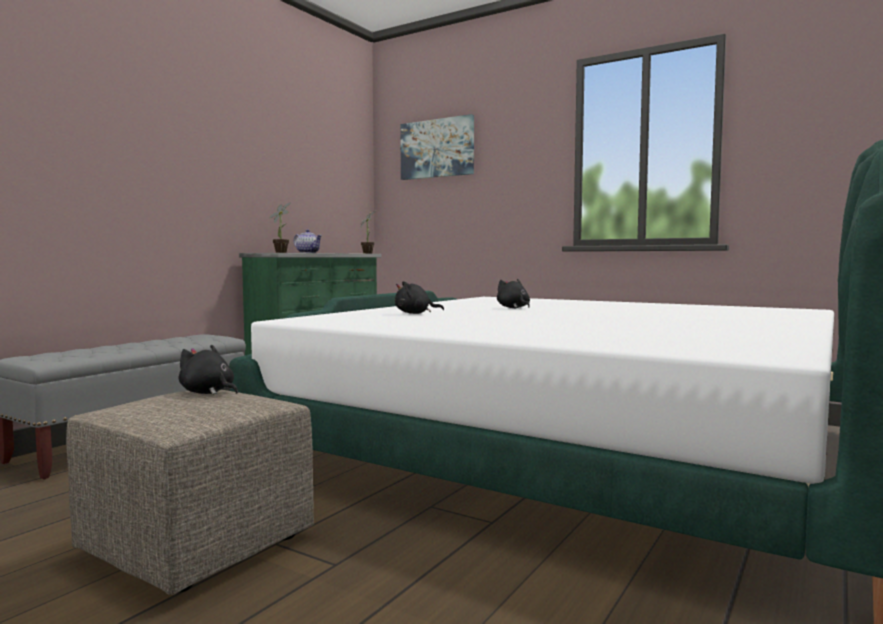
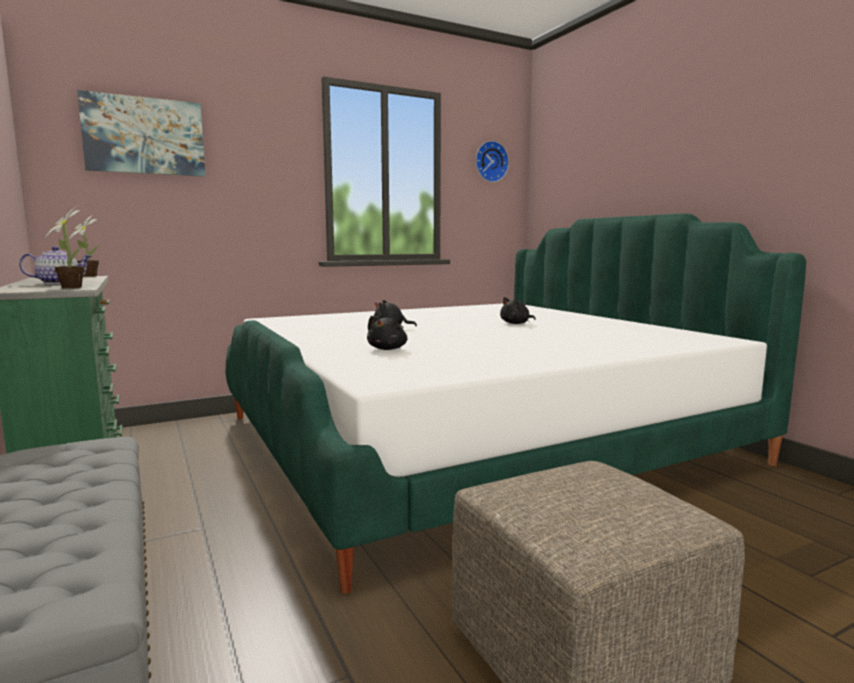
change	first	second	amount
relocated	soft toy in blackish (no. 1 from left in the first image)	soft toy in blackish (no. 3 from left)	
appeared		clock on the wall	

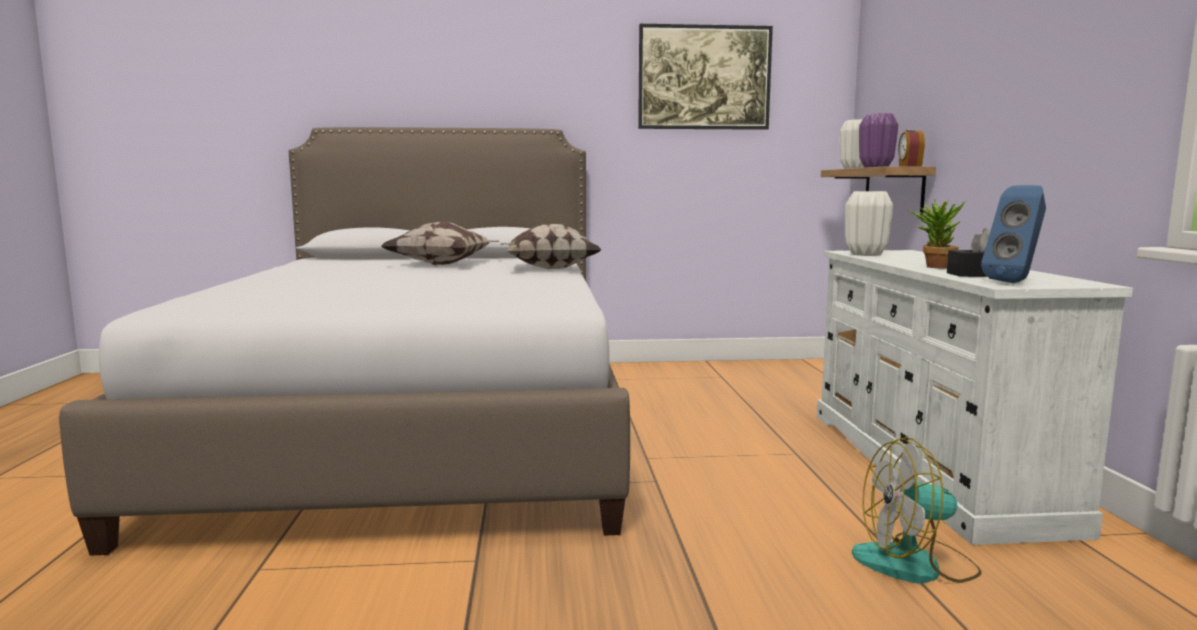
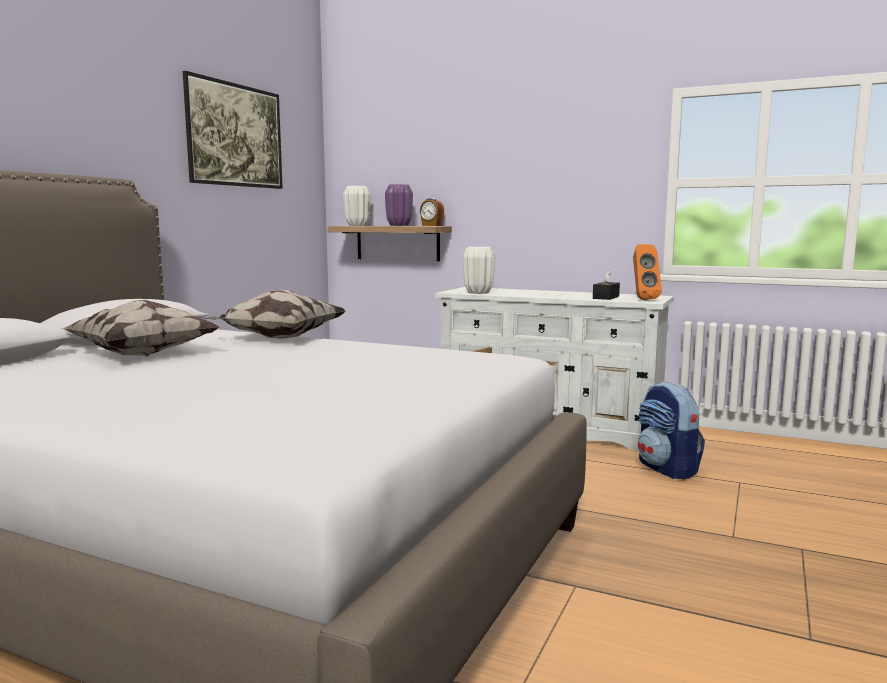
change	first	second	amount
colour	audio speaker in blue	audio speaker in orangey	
missing	houseplant		
exchanged	electric fan	knapsack	

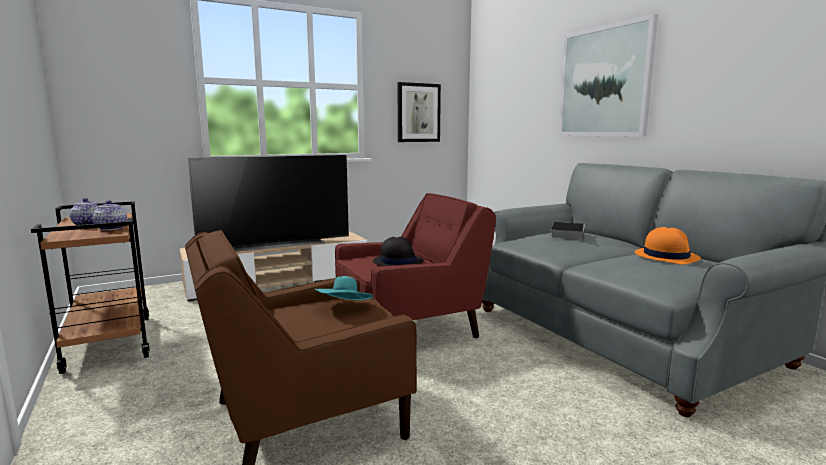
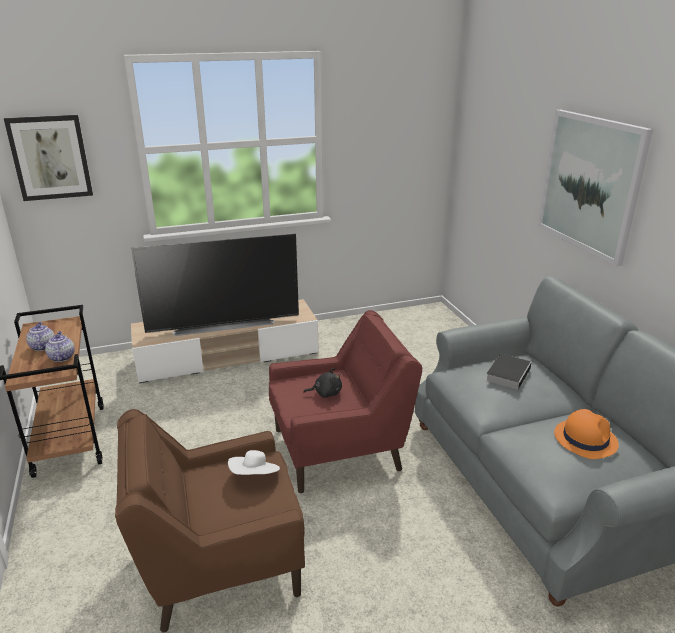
change	first	second	amount
relocated	picture (no. 1 from left)		
exchanged	wearable hat in blackish	soft toy in blackish	
colour	wearable hat in turquoise-coloured	wearable hat in white-coloured	

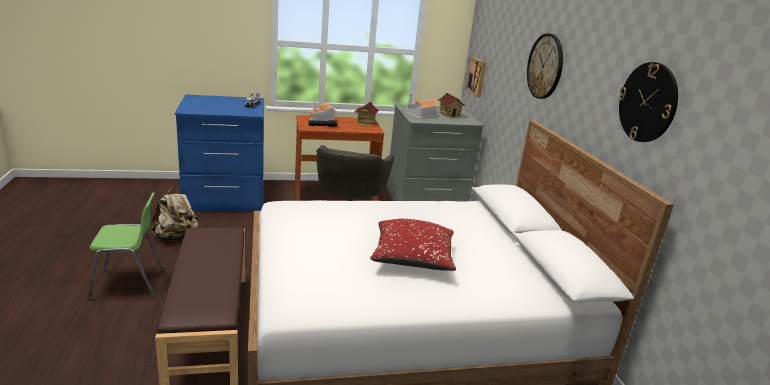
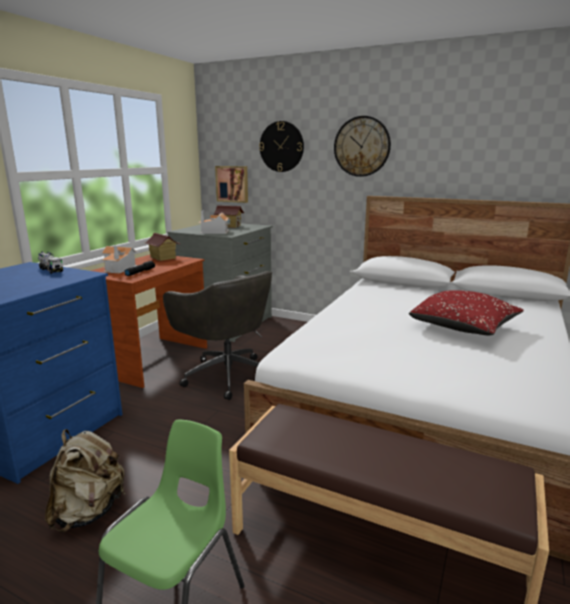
change	first	second	amount
relocated	clock on the wall (no. 2 from left in the first image)	clock on the wall (no. 1 from left)	

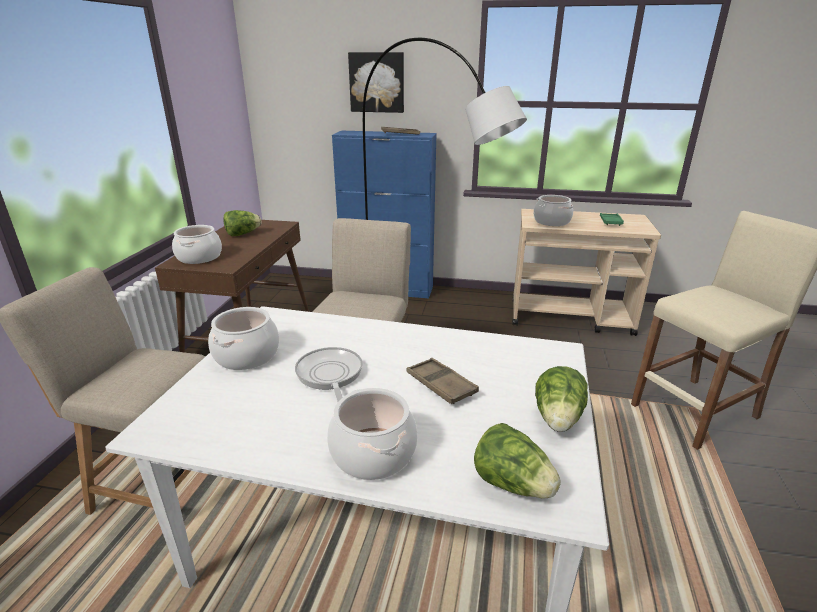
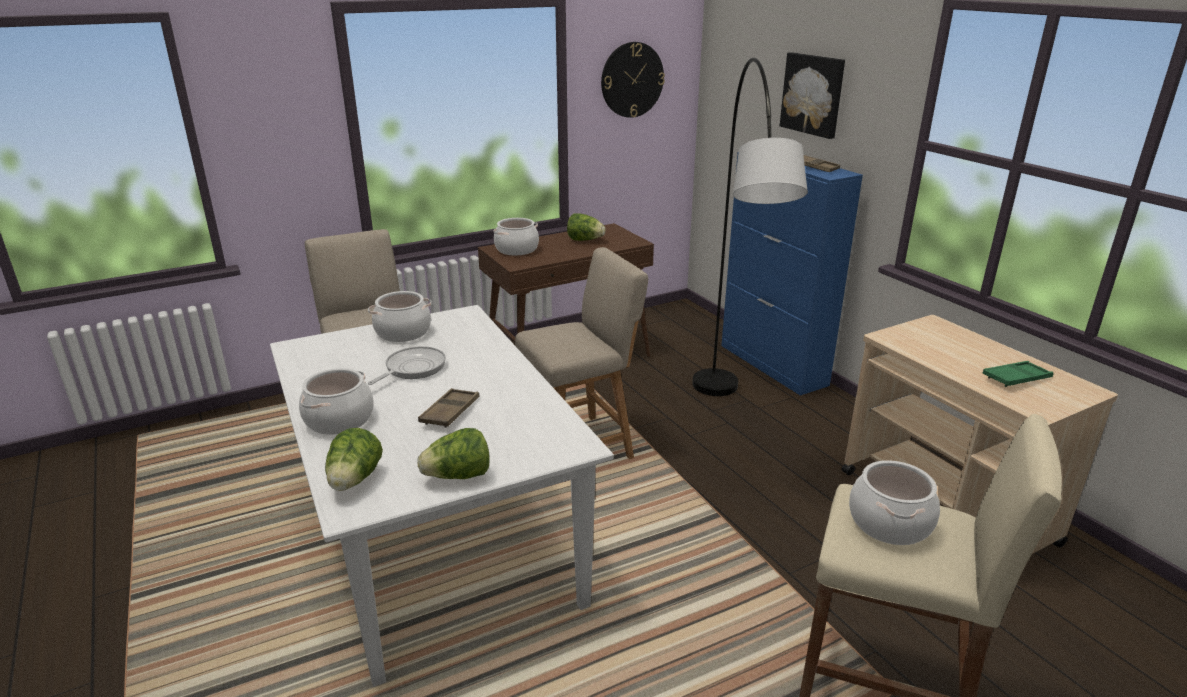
change	first	second	amount
relocated	saucepot (no. 4 from left)		
appeared		clock on the wall	

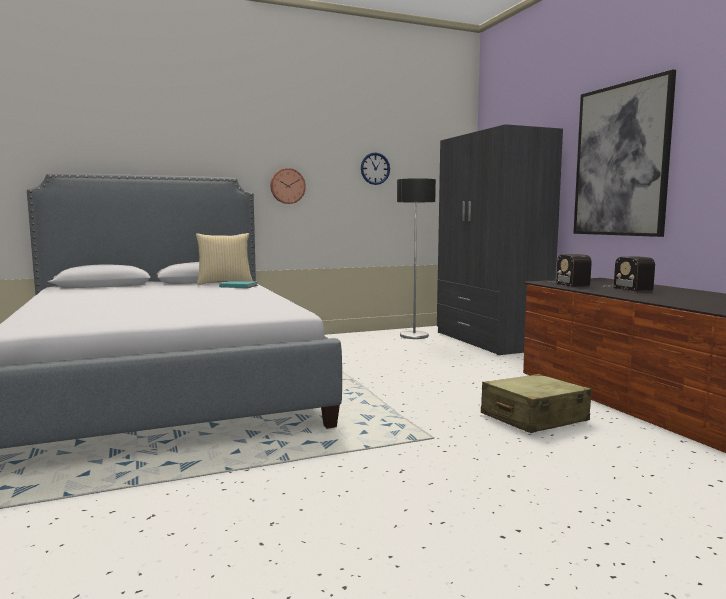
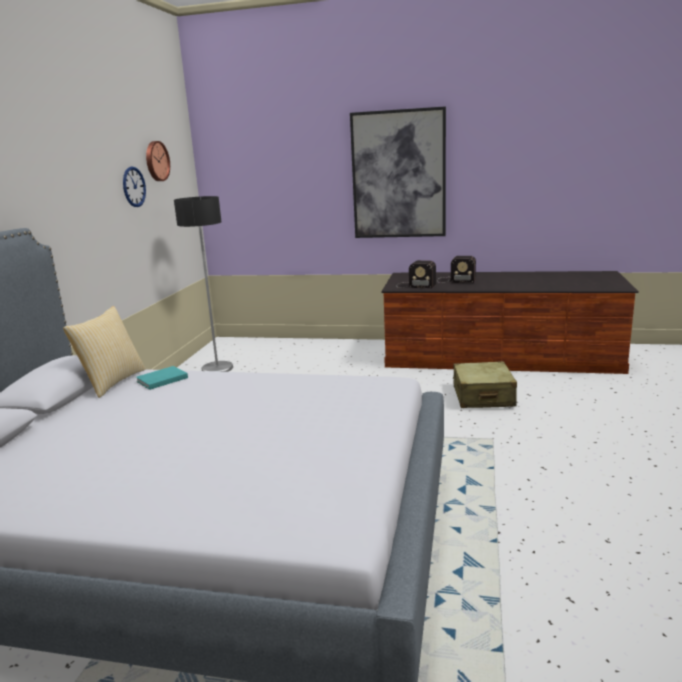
change	first	second	amount
missing	armoire in greyish		
relocated	clock on the wall (no. 1 from left in the first image)	clock on the wall (no. 2 from left)	

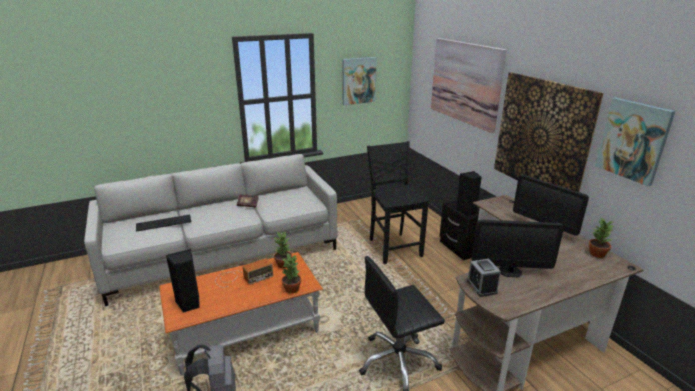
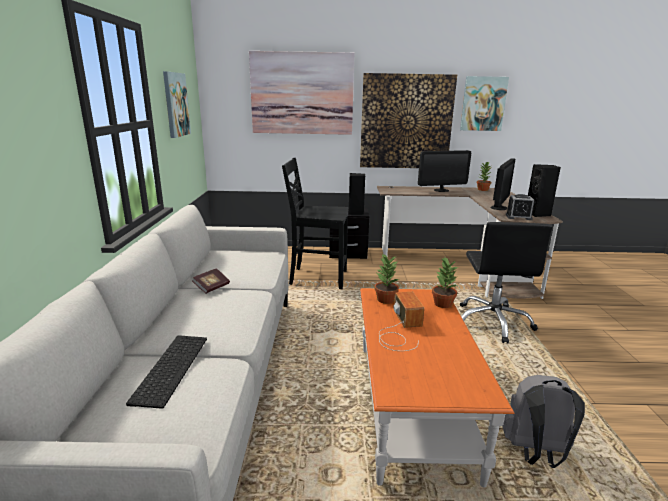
change	first	second	amount
relocated	audio speaker in blackish (no. 1 from left in the first image)	audio speaker in blackish (no. 2 from left)	

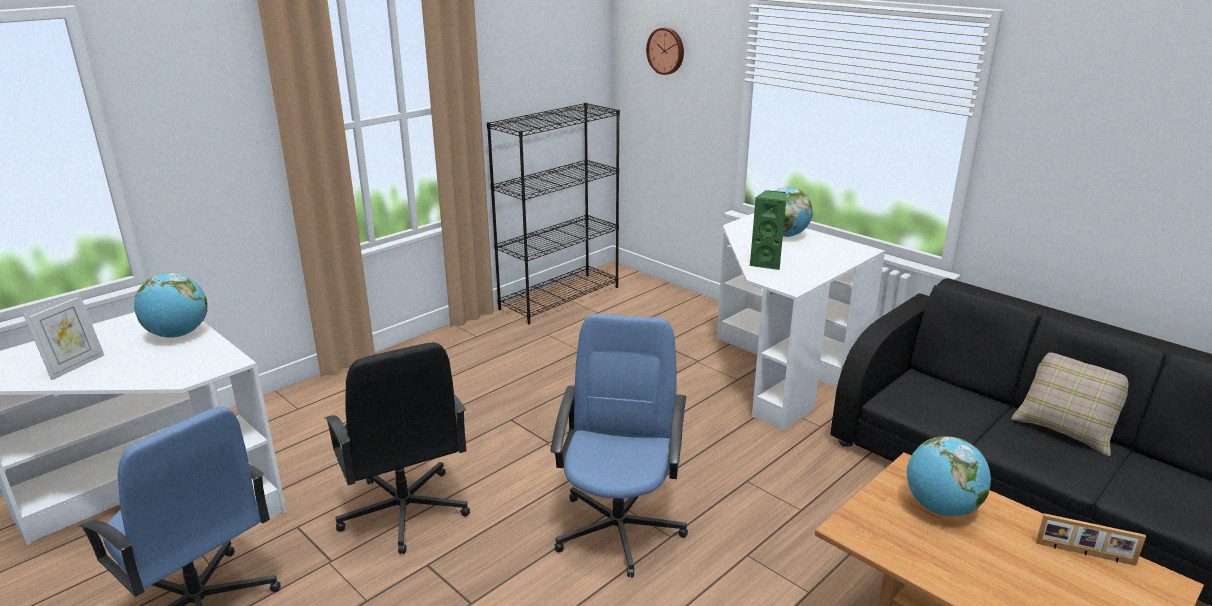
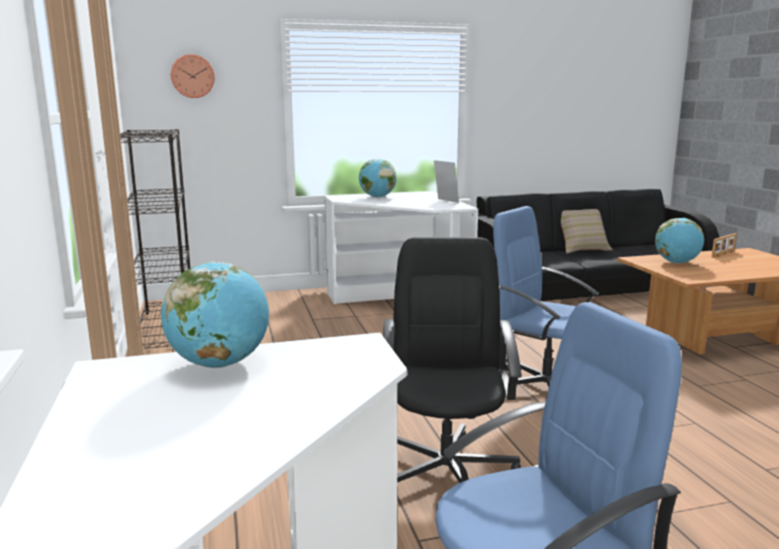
change	first	second	amount
missing	audio speaker in green		
relocated	standing frame (no. 1 from left)		
spun	desk chair in blackish		90 degrees counterclockwise

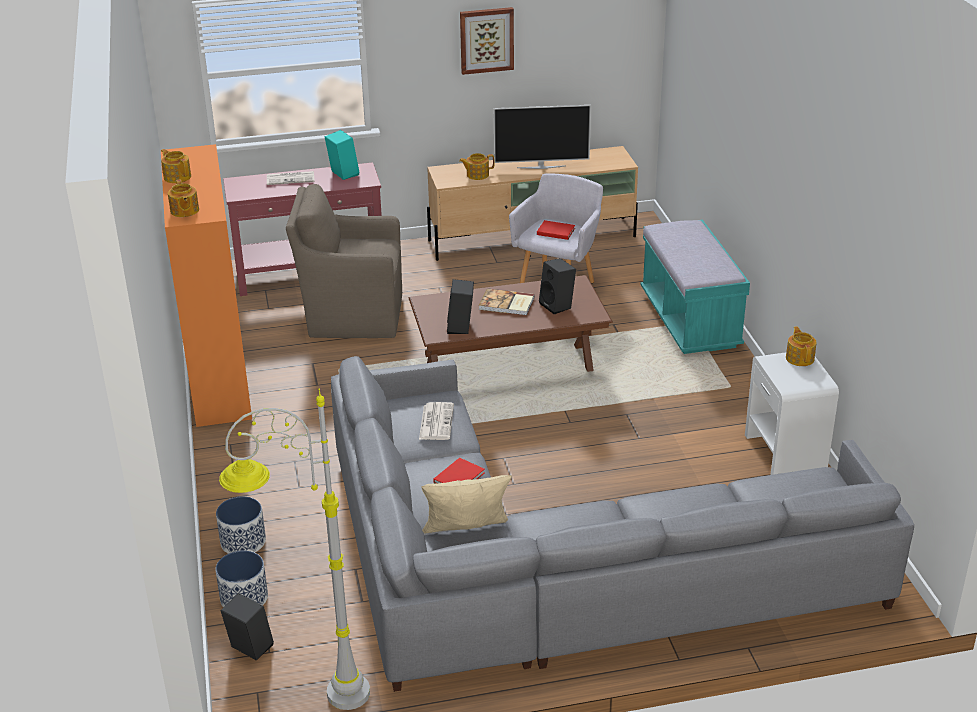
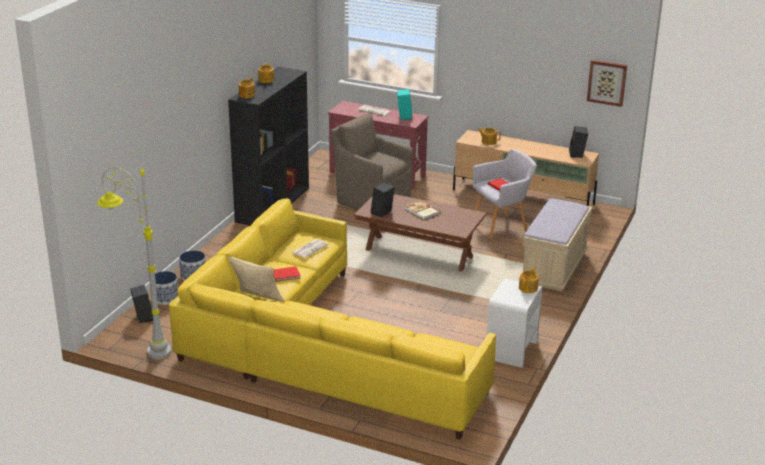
change	first	second	amount
relocated	picture		
missing	TV set		
colour	bookcase in orangey	bookcase in blackish	
colour	bench in turquoise-coloured	bench in beige-coloured	
relocated	audio speaker in blackish (no. 3 from left)		
colour	sofa in greyish	sofa in yellowish	

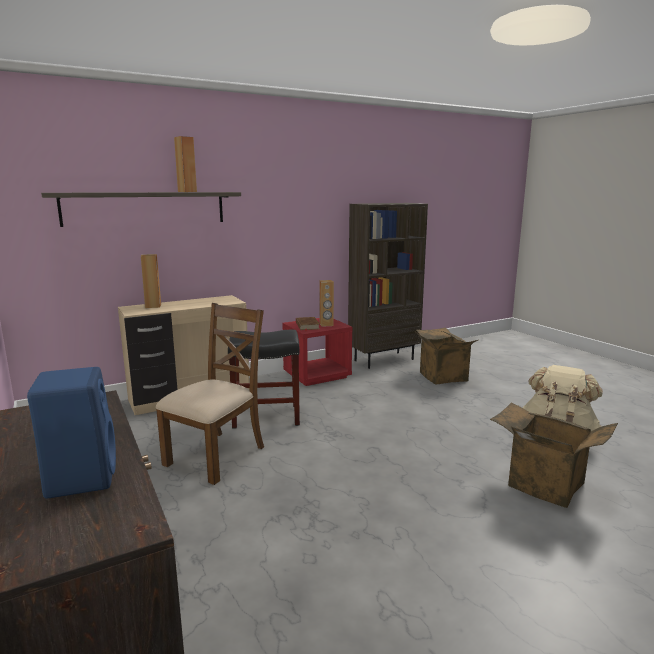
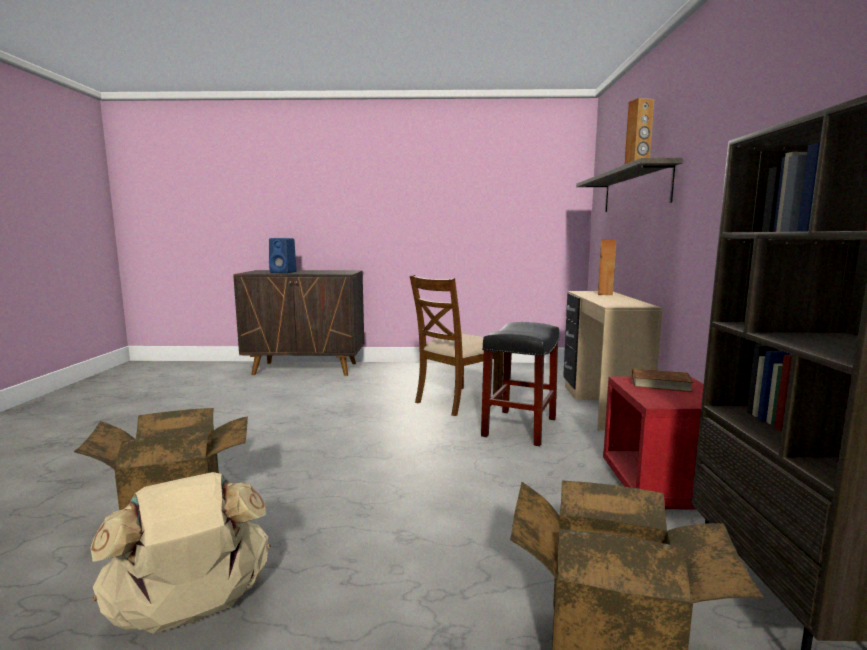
change	first	second	amount
missing	audio speaker in brownish (no. 3 from left)		
spun	plain chair in brownish		75 degrees clockwise

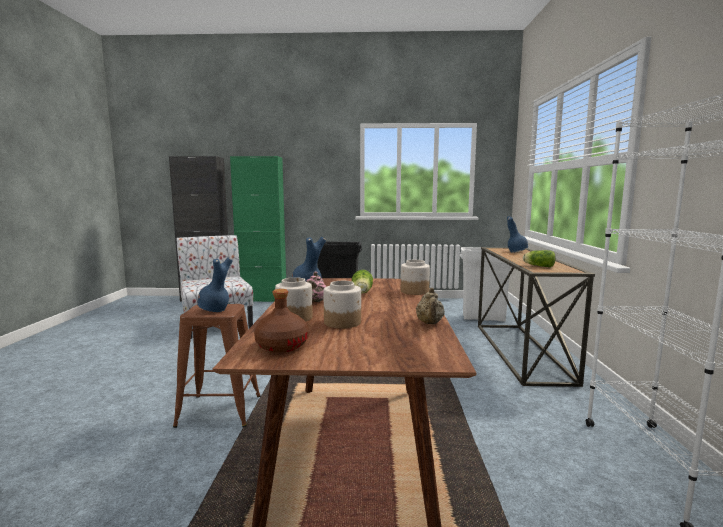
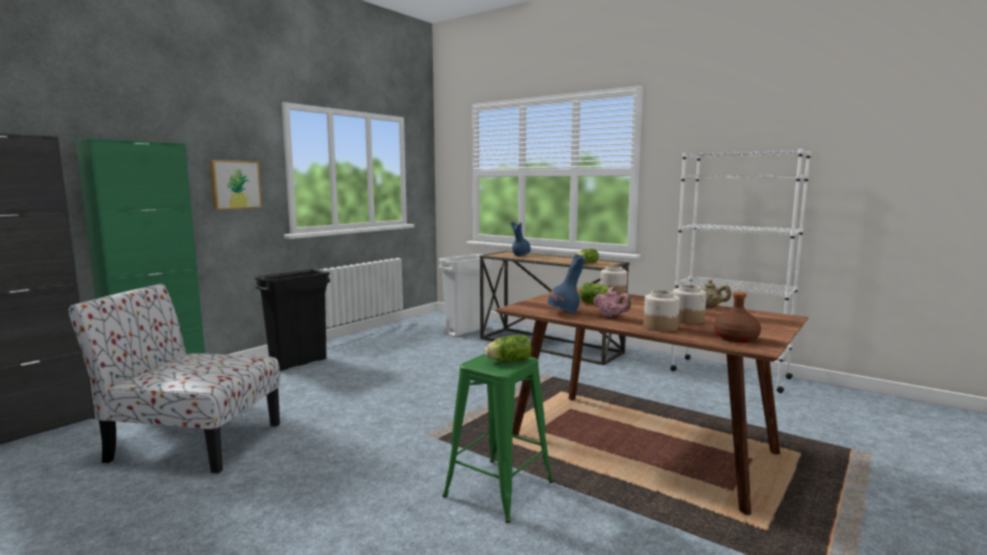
change	first	second	amount
exchanged	decorative vase in blue (no. 1 from left)	head of lettuce (no. 1 from left)	
colour	stool in brownish	stool in green	
appeared		picture	

